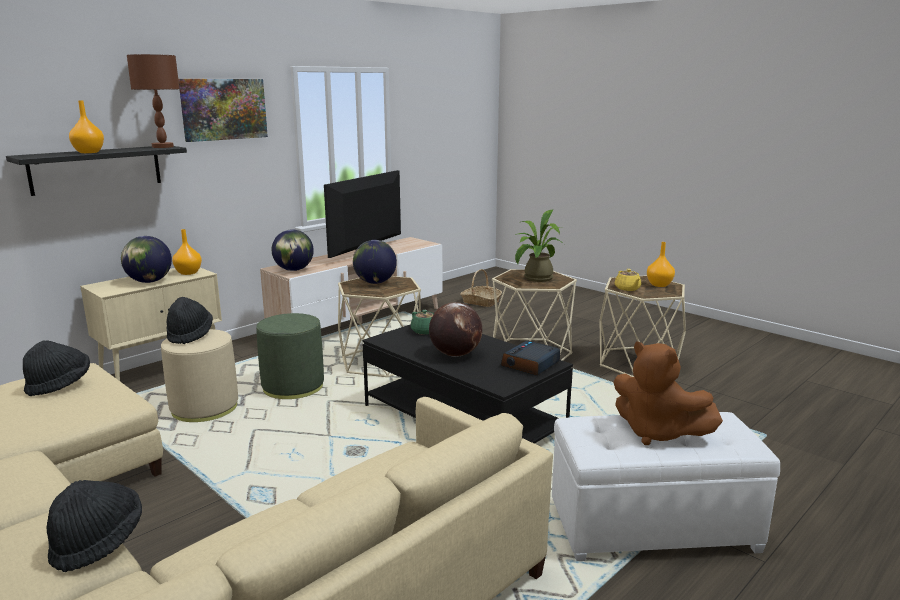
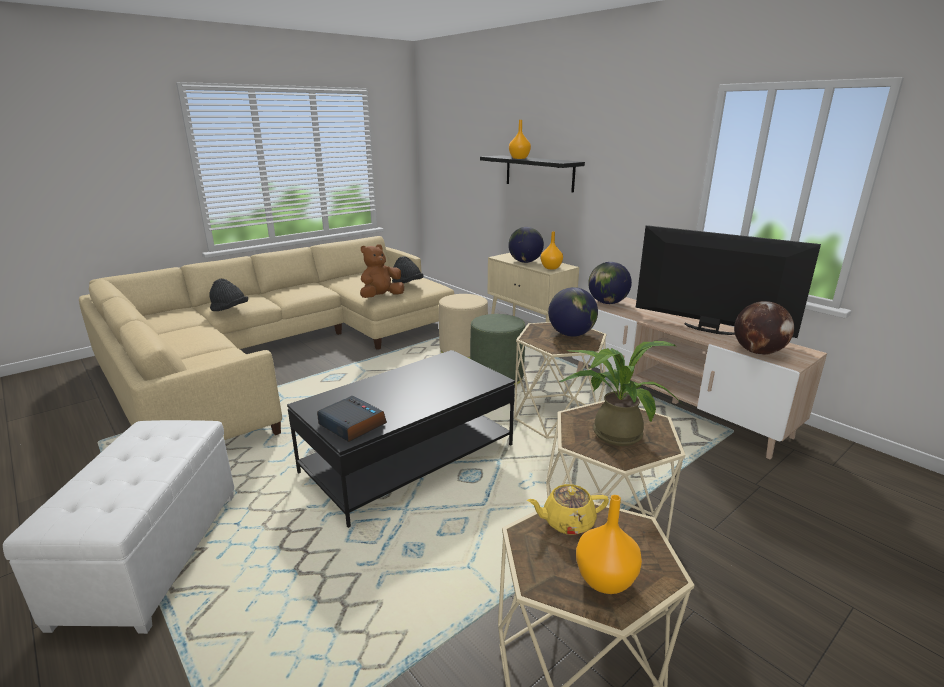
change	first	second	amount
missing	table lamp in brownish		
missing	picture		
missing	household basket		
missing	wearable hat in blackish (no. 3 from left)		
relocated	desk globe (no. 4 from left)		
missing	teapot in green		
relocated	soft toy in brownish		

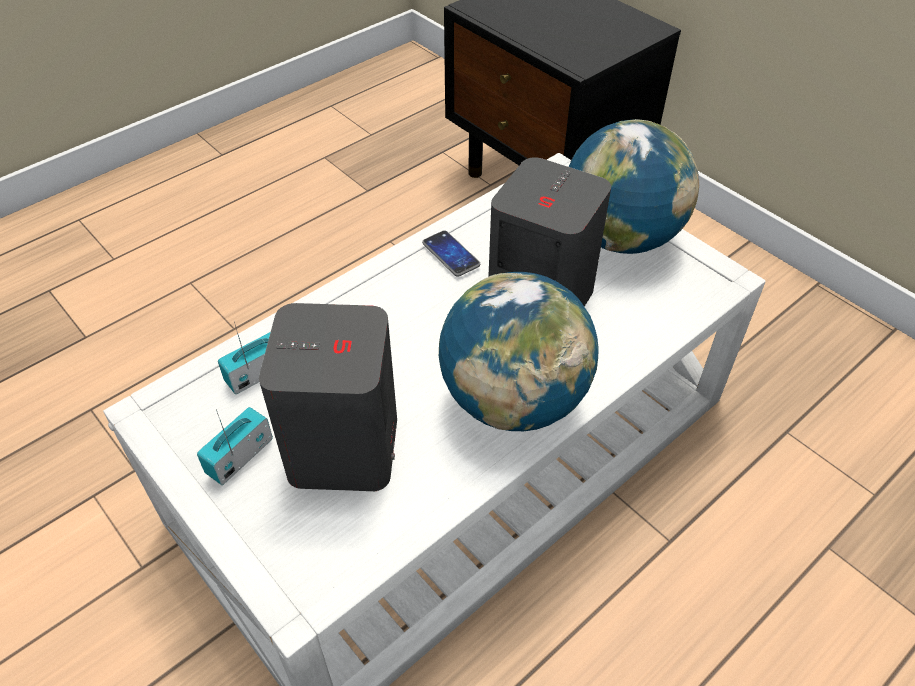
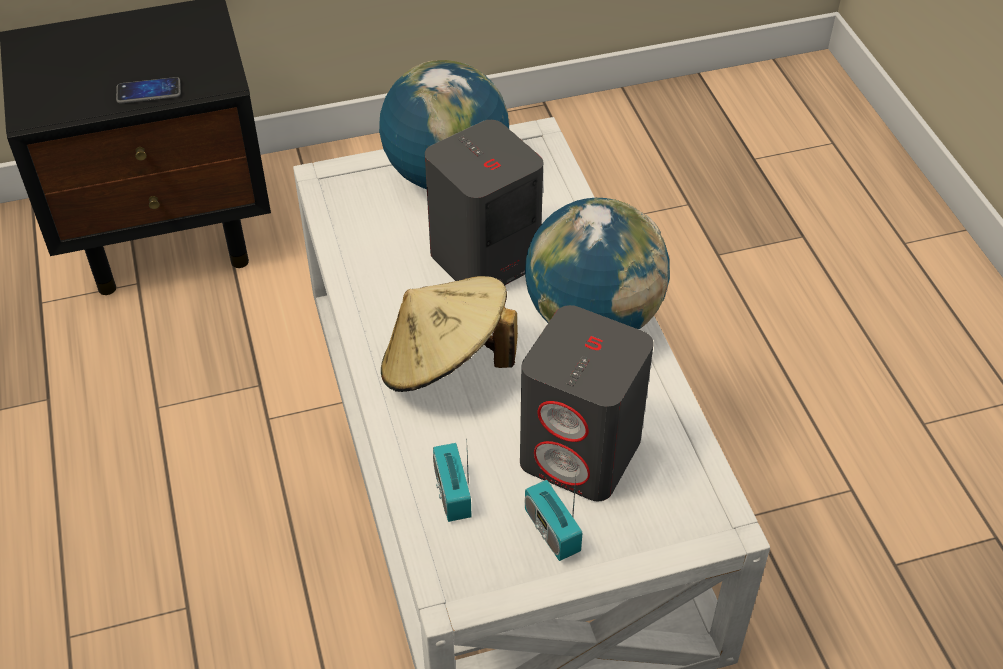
change	first	second	amount
relocated	handset		
appeared		wearable hat in beige-coloured	

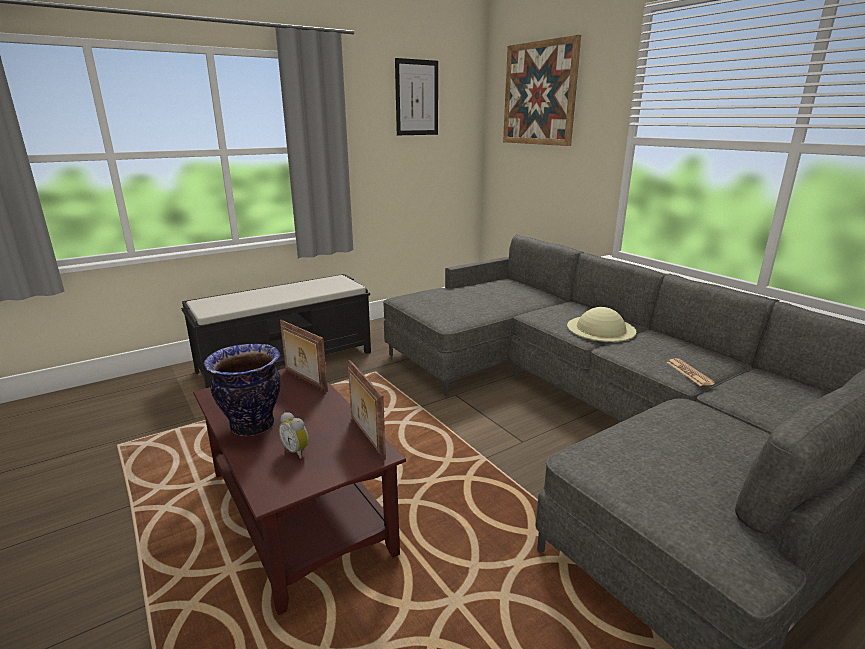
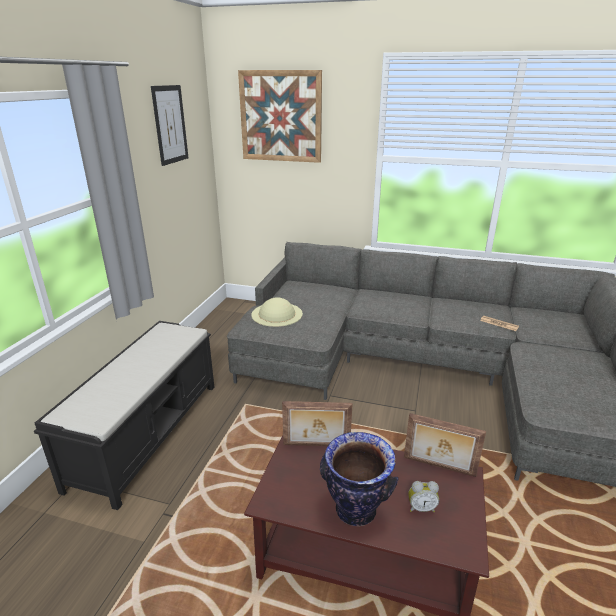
change	first	second	amount
relocated	wearable hat in beige-coloured		

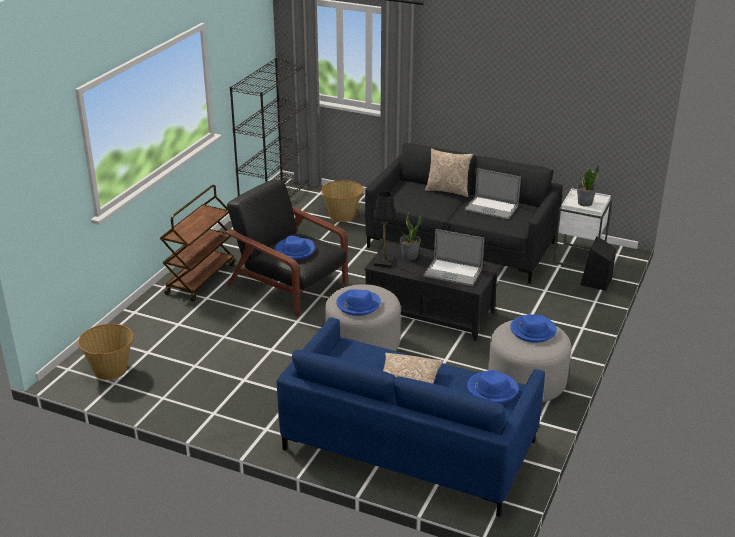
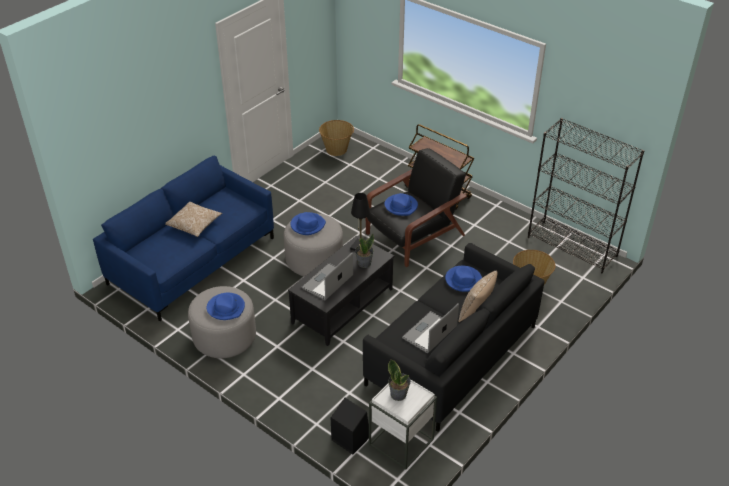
change	first	second	amount
relocated	wearable hat in blue (no. 3 from left in the first image)	wearable hat in blue (no. 4 from left)	

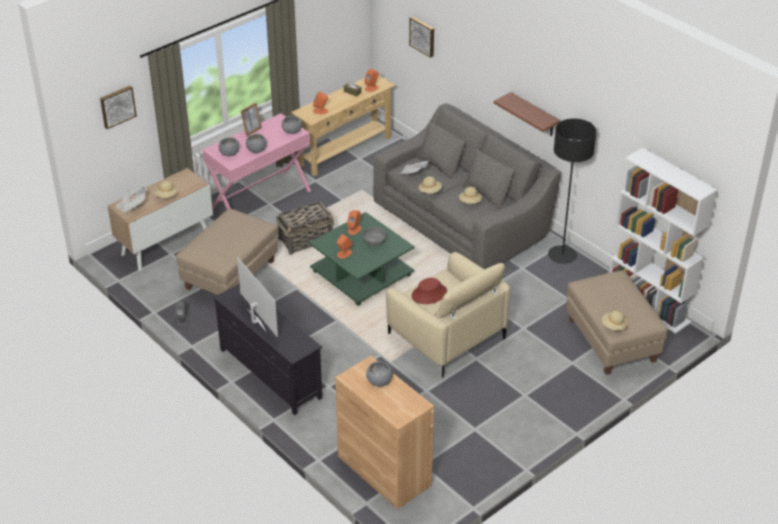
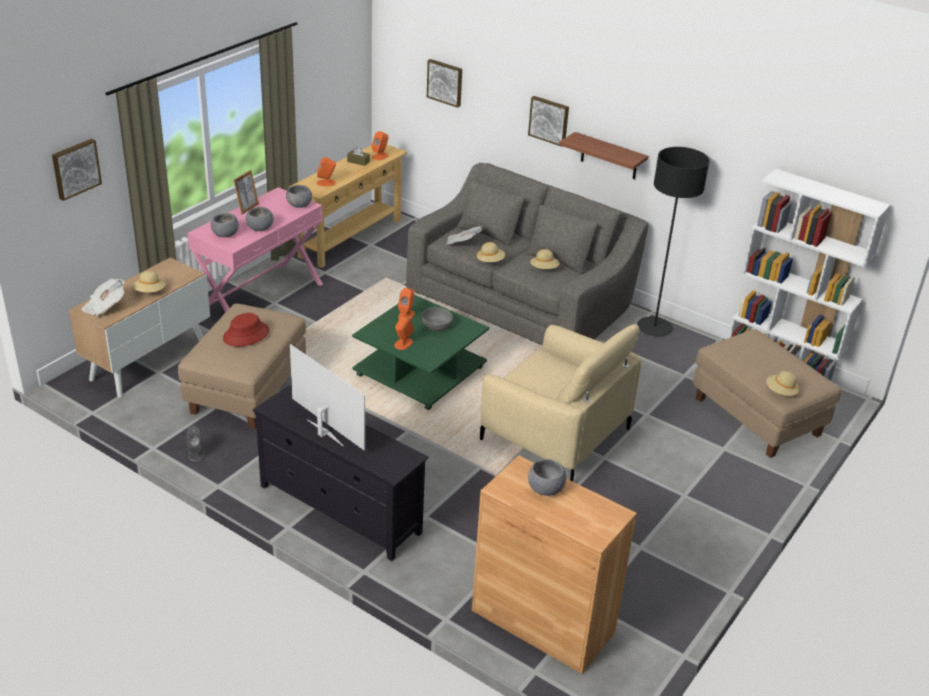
change	first	second	amount
missing	household basket		
relocated	wearable hat in red		
appeared		picture (no. 3 from left)	

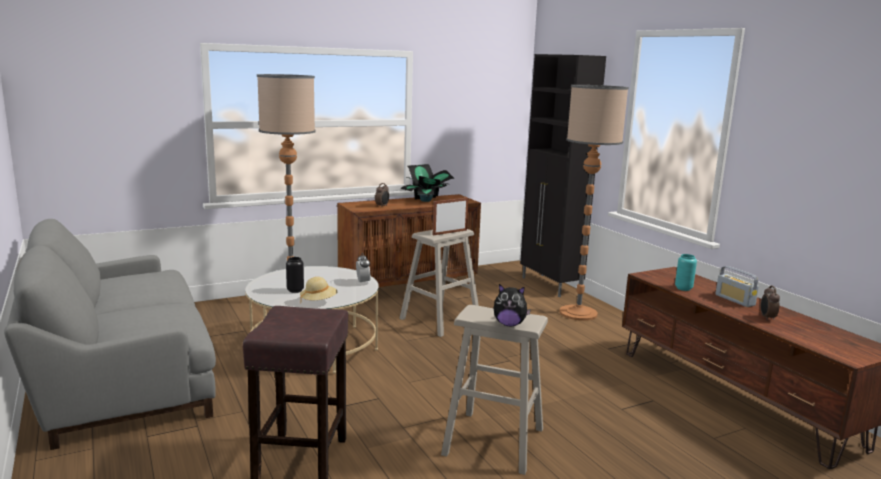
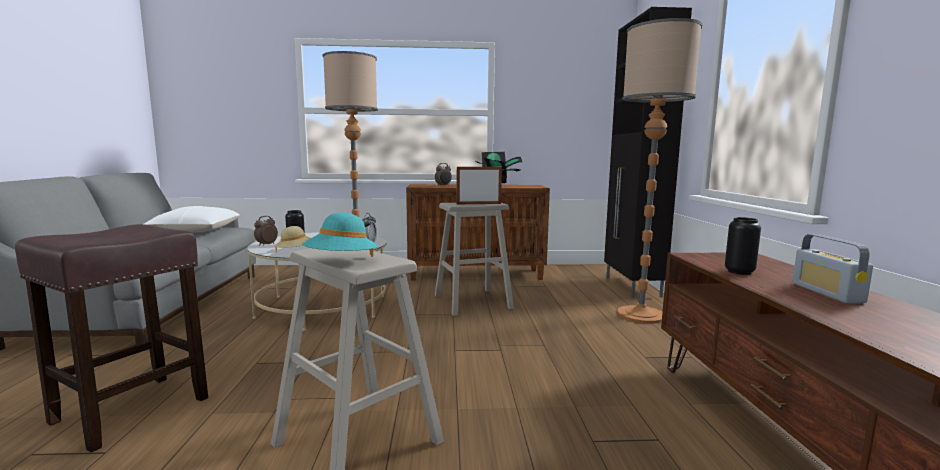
change	first	second	amount
colour	decorative vase in turquoise-coloured	decorative vase in blackish (no. 2 from left)	
exchanged	soft toy	wearable hat in turquoise-coloured	
relocated	alarm clock (no. 3 from left in the first image)	alarm clock (no. 1 from left)	
appeared		pillow in white-coloured	

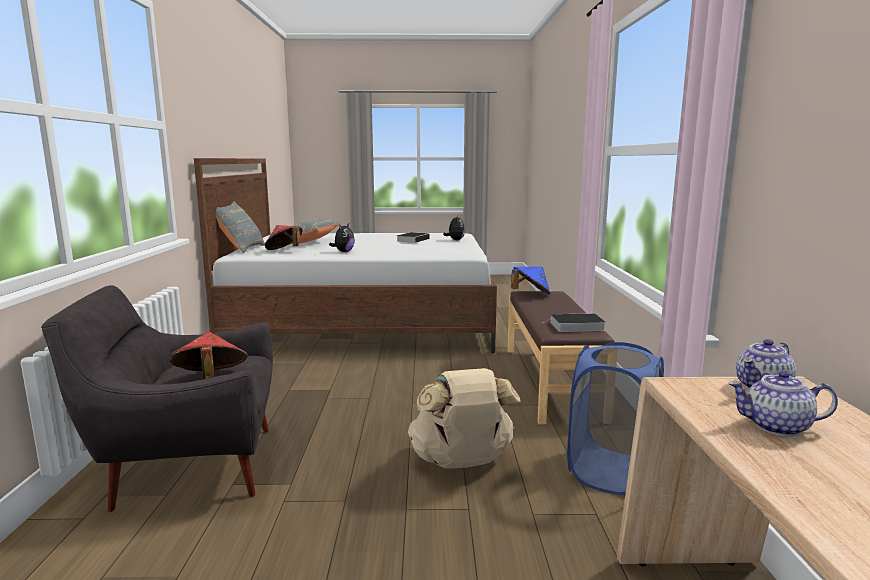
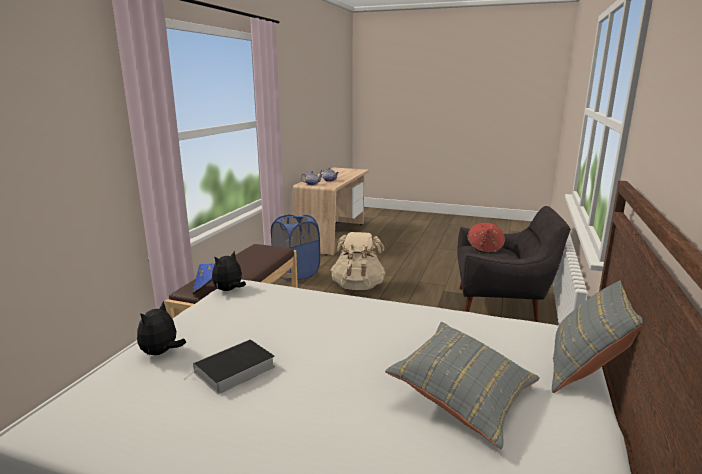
change	first	second	amount
relocated	soft toy (no. 1 from left in the first image)	soft toy (no. 2 from left)	
missing	wearable hat in red (no. 2 from left)		
missing	book (no. 2 from left)		

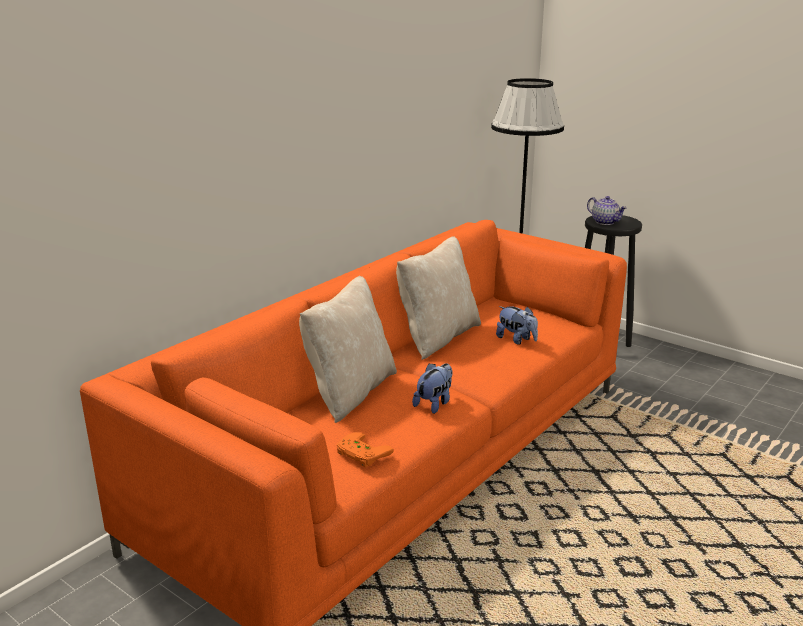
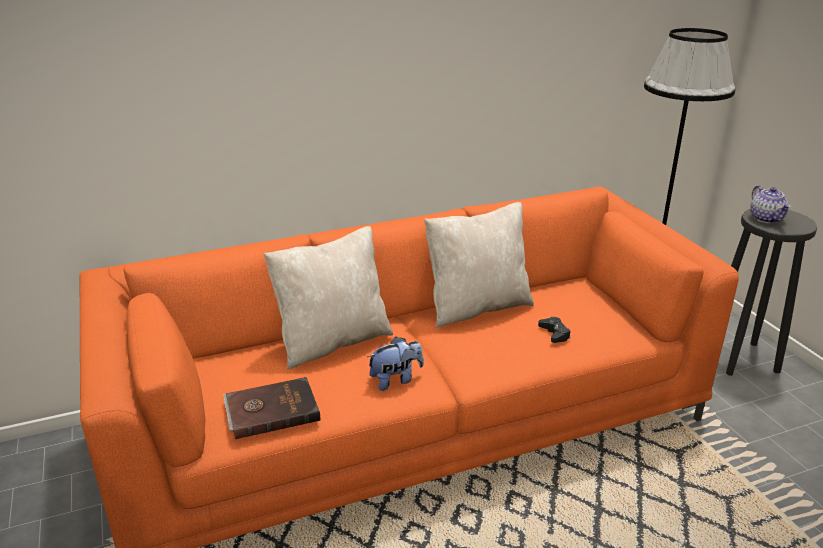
change	first	second	amount
exchanged	soft toy (no. 2 from left)	game controller in blackish	
exchanged	game controller in orangey	book in brownish	

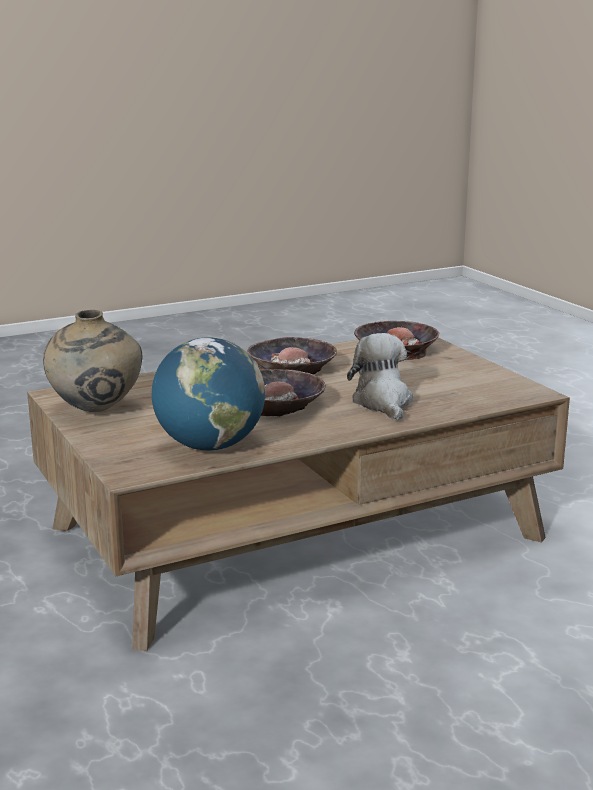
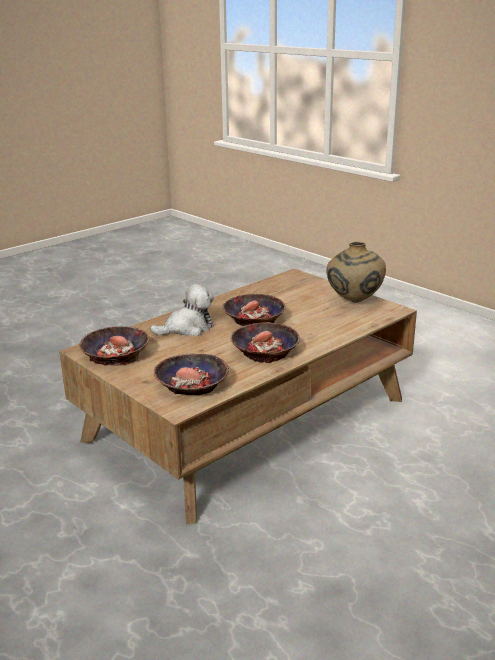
change	first	second	amount
spun	soft toy		90 degrees counterclockwise
missing	desk globe		
appeared		bowl (no. 1 from left)	

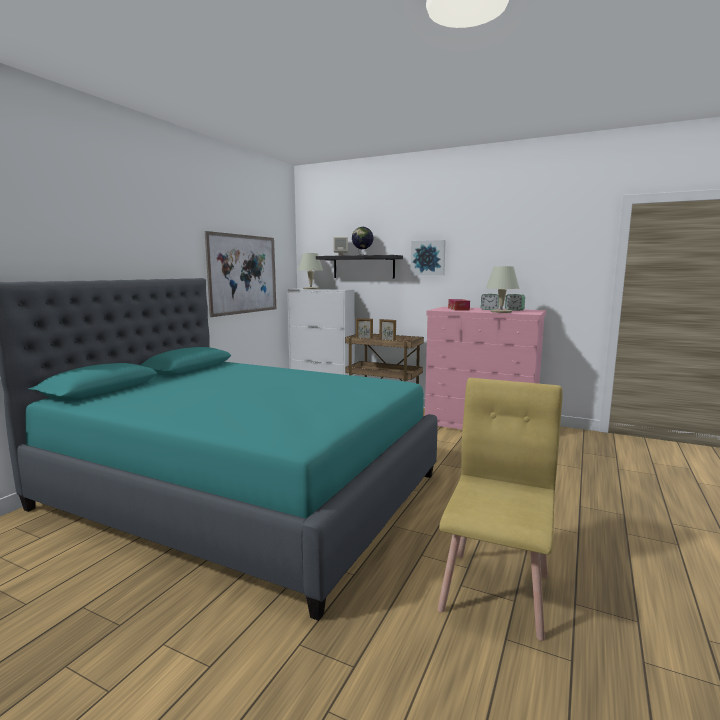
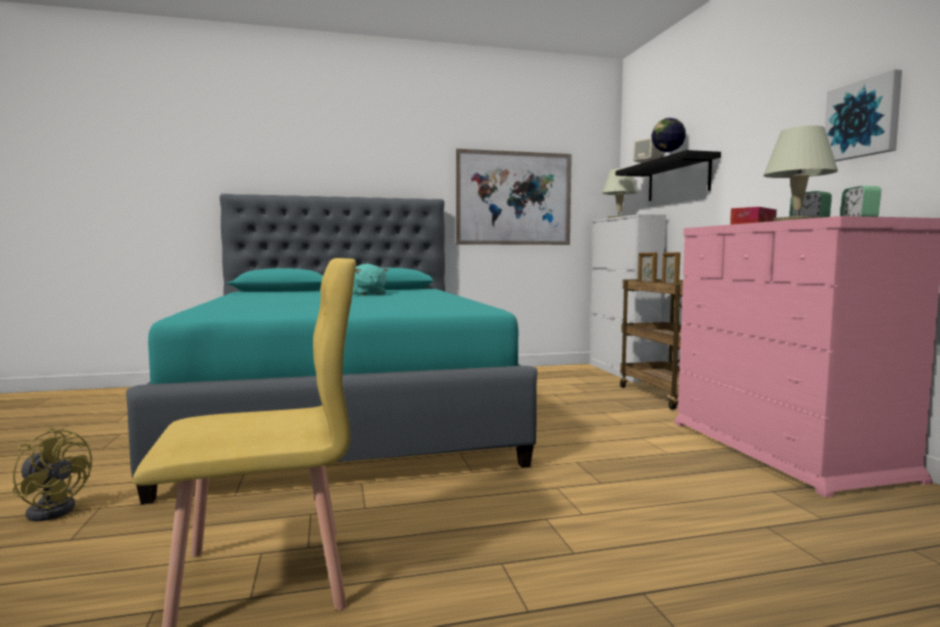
change	first	second	amount
relocated	picture (no. 2 from left)		
appeared		soft toy in turquoise-coloured	
appeared		electric fan in yellowish	

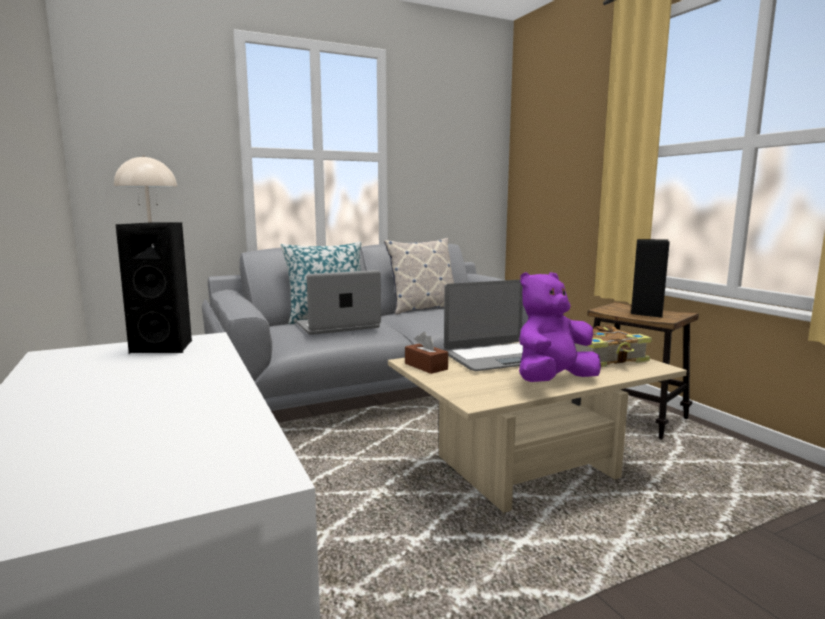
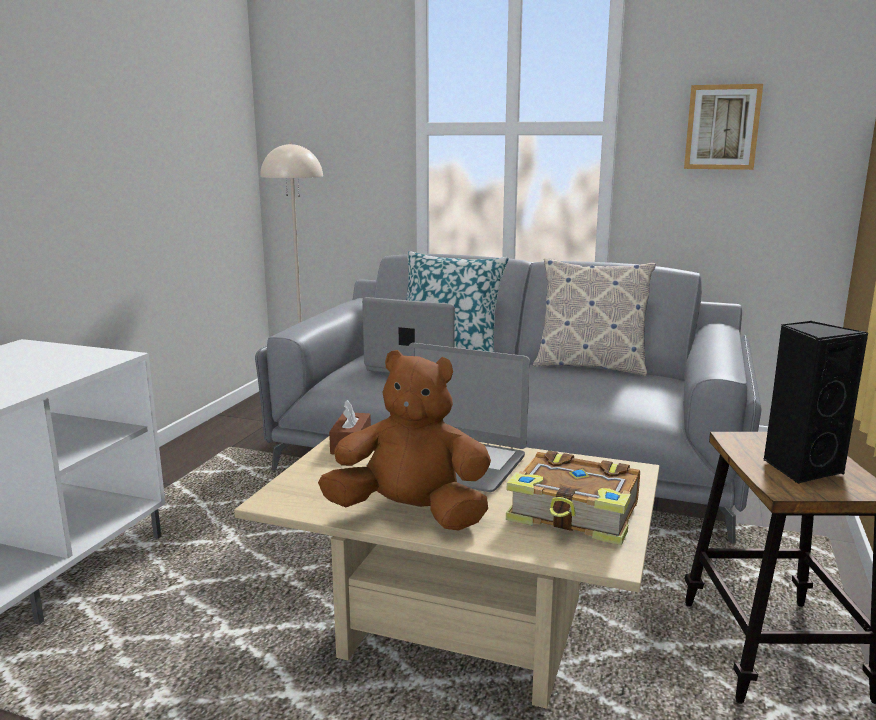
change	first	second	amount
missing	audio speaker in blackish (no. 1 from left)		
colour	soft toy in purple-coloured	soft toy in brownish	
appeared		picture	

